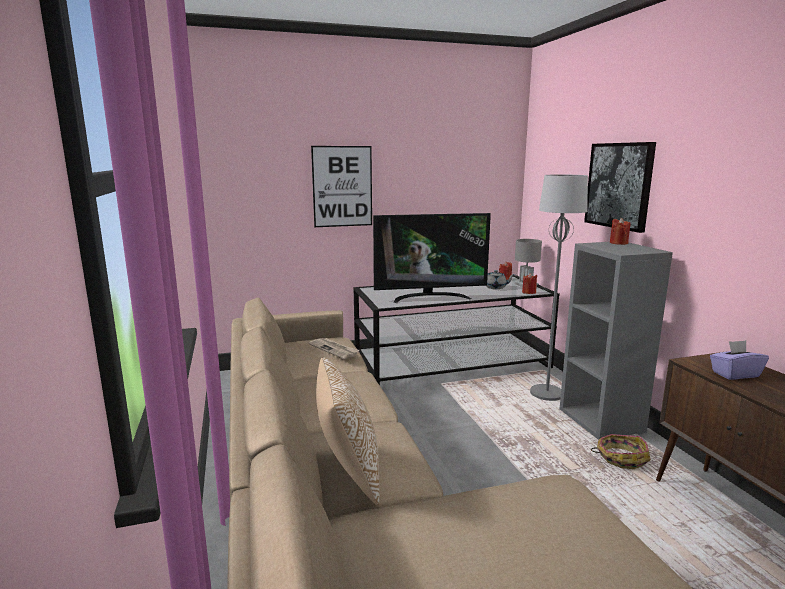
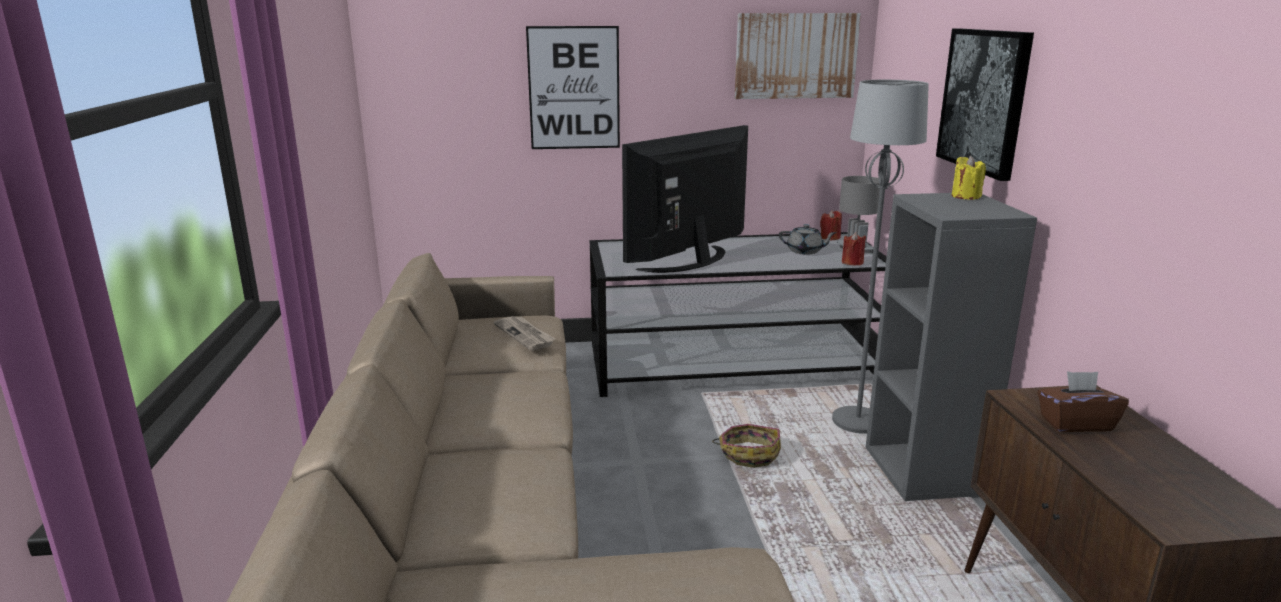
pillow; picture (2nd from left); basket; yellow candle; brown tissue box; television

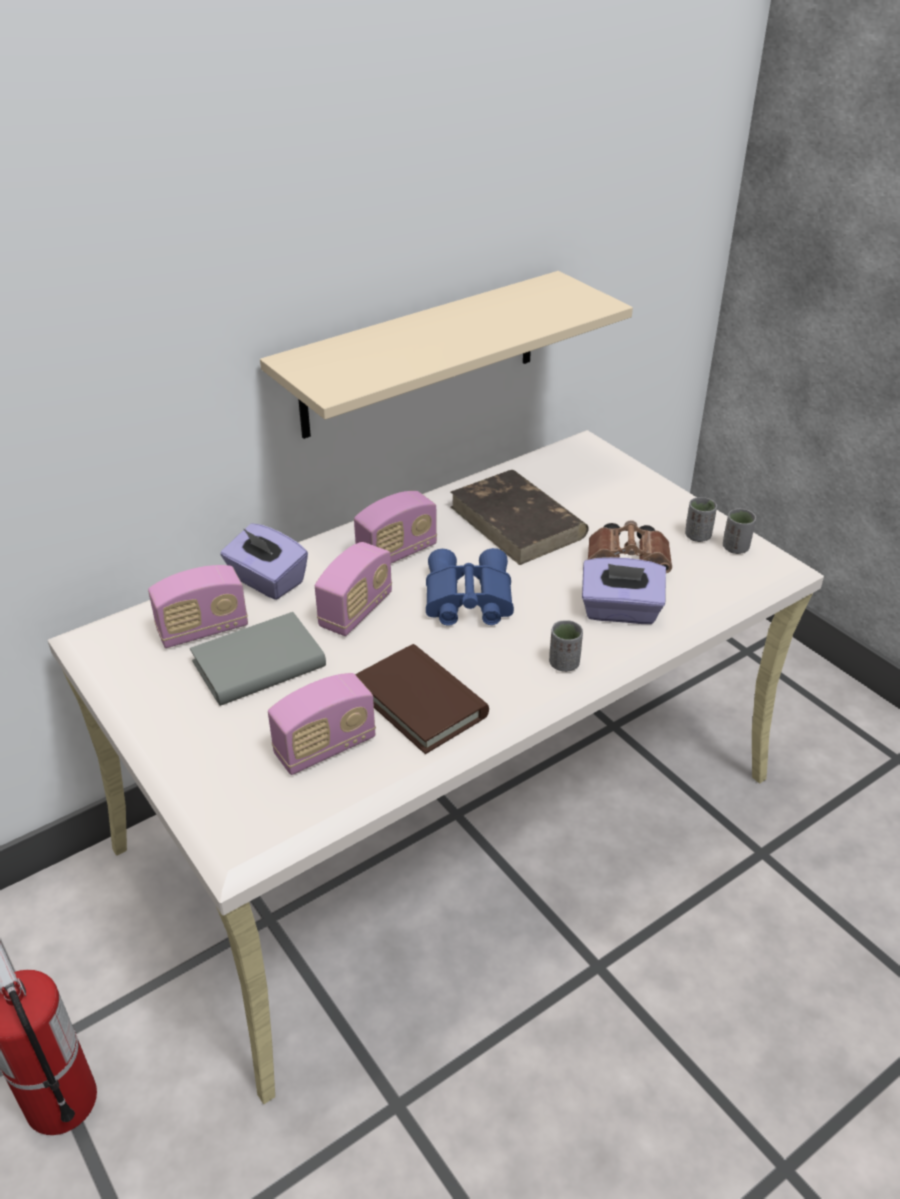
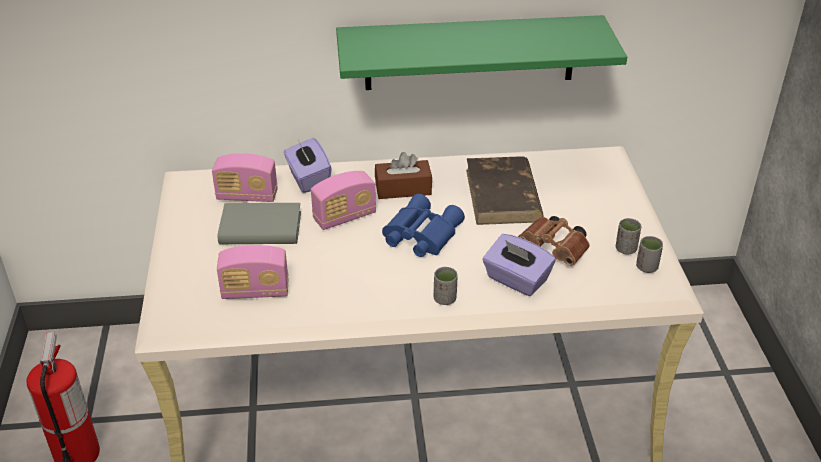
brown book (1st from left in the first image); brown tissue box; green shelf

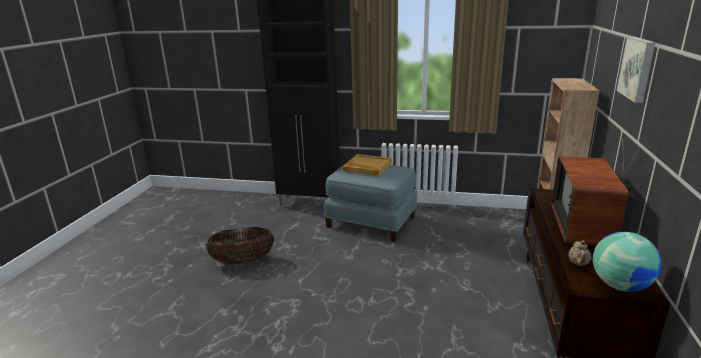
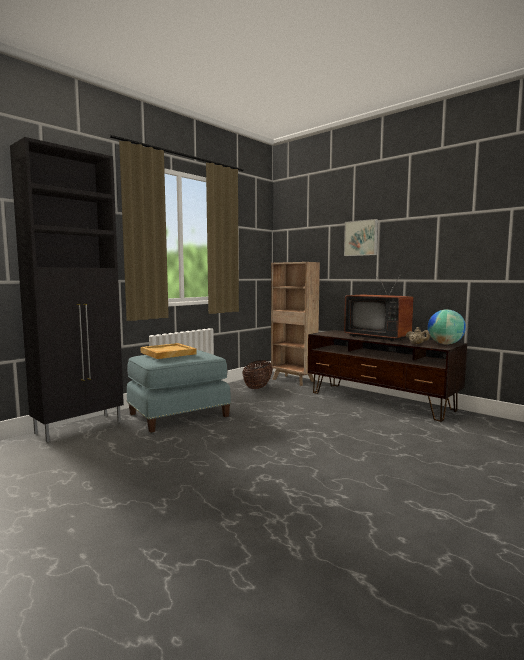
basket

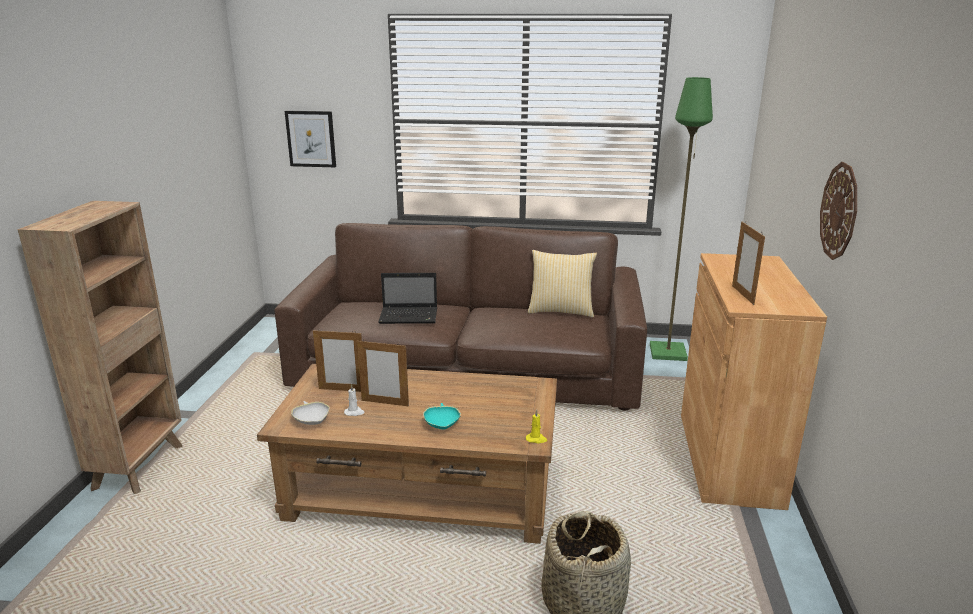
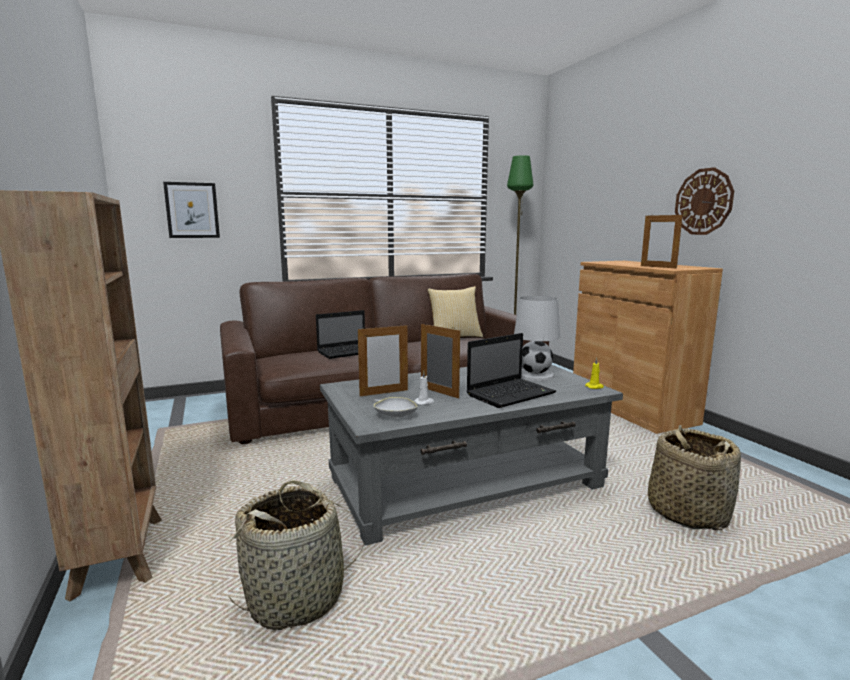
basket (1st from left); white table lamp; laptop (2nd from left); grey coffee table; picture frame (2nd from left)

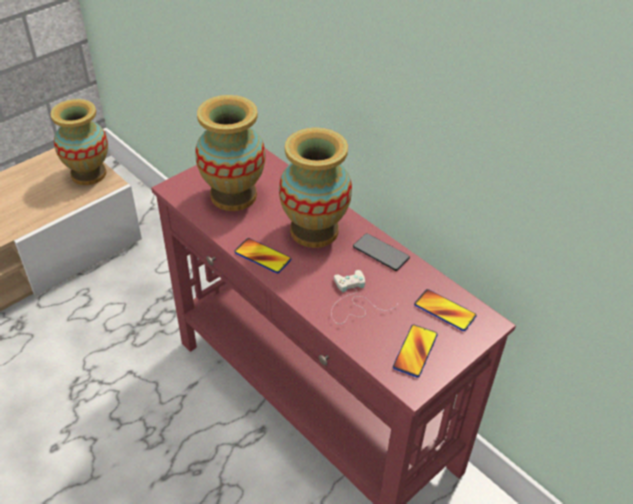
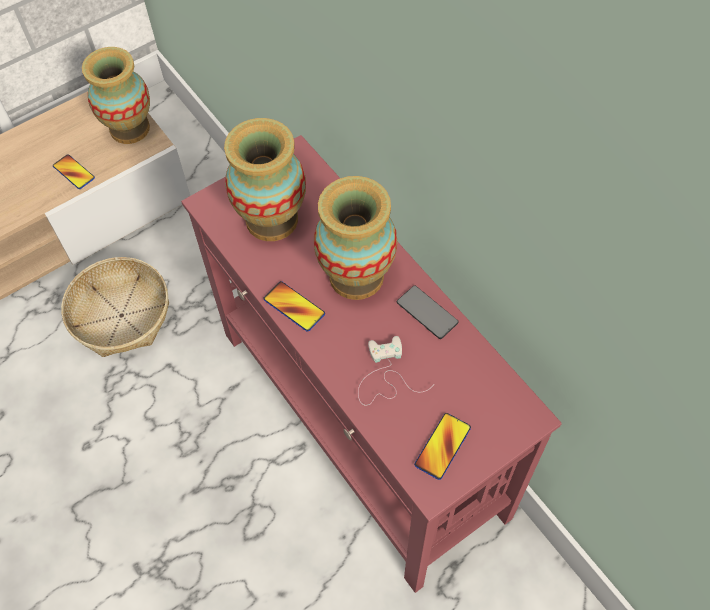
basket; phone (1st from left)

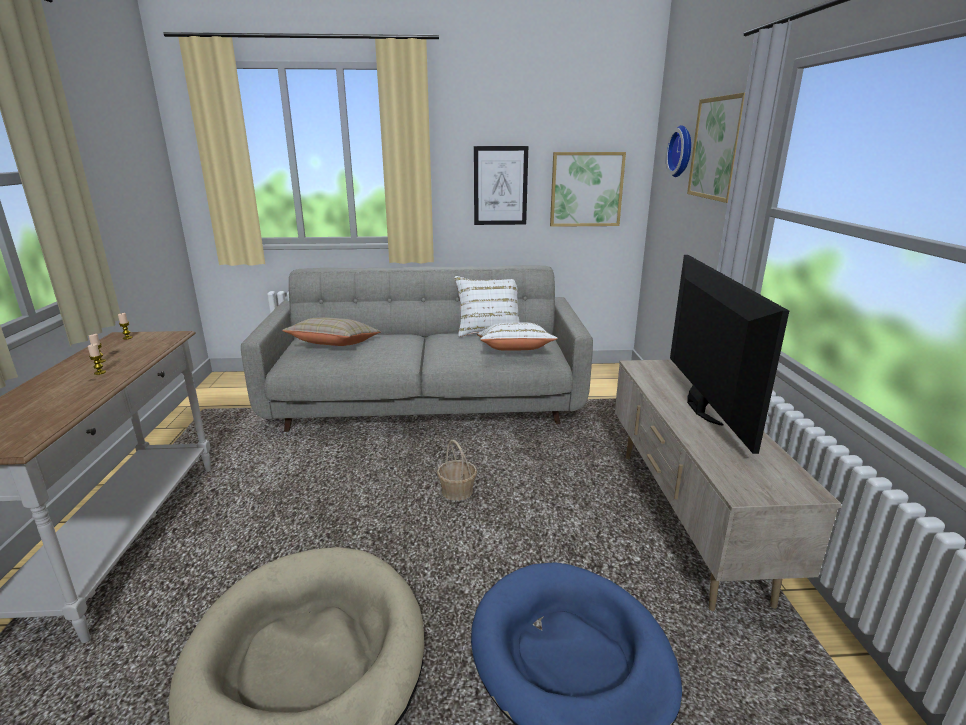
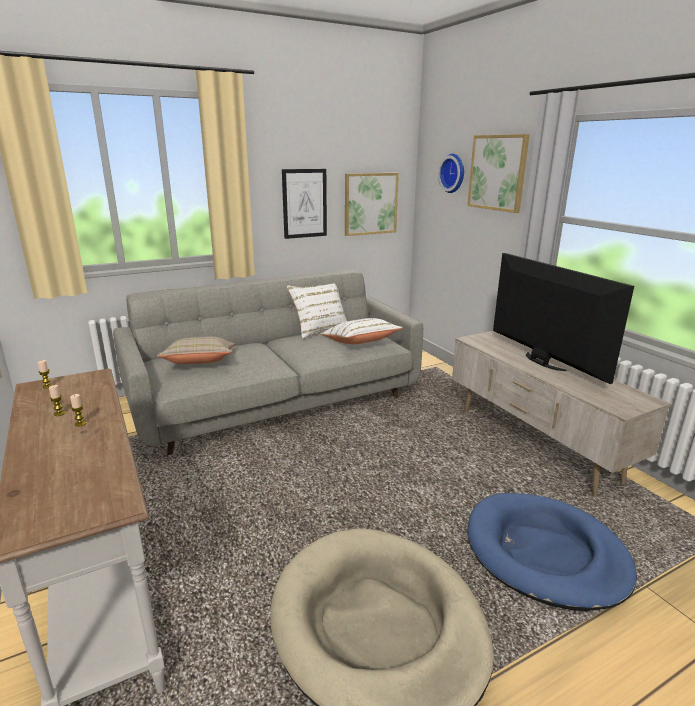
basket

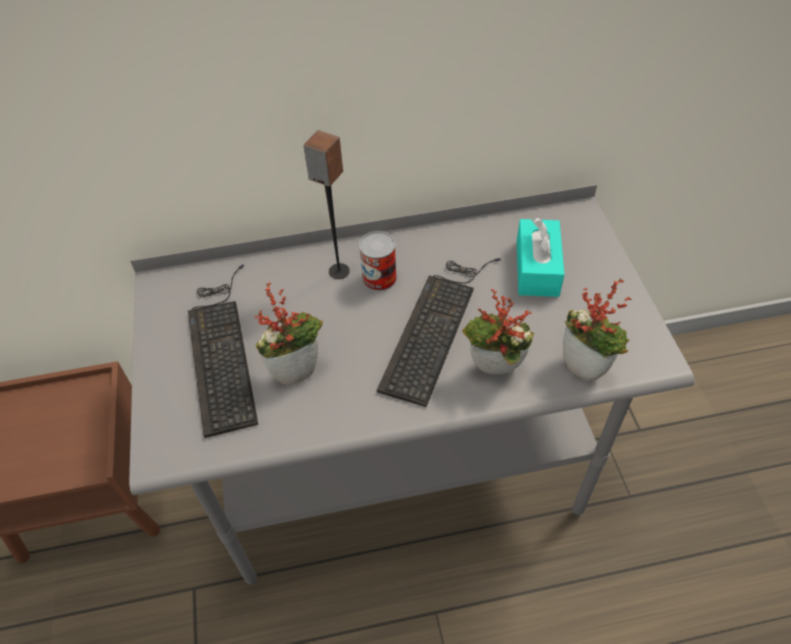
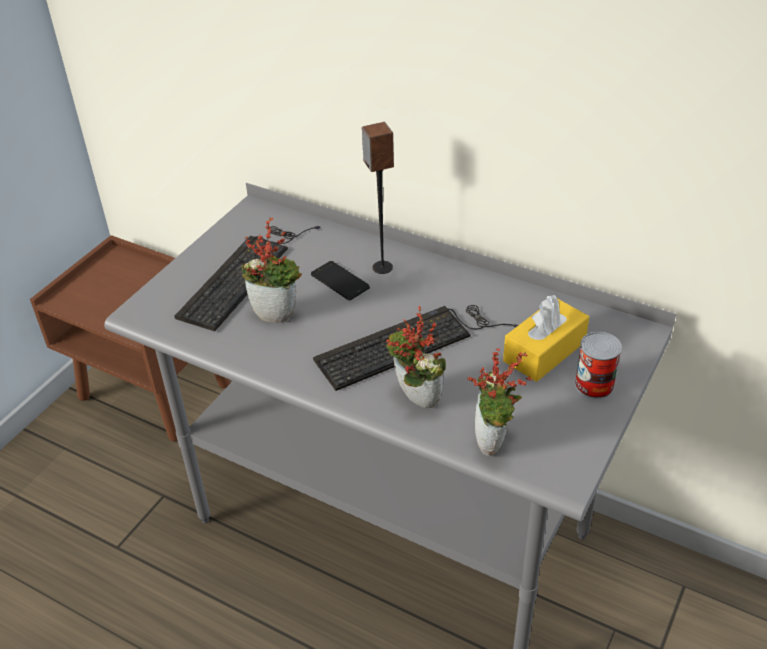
phone; can; yellow tissue box

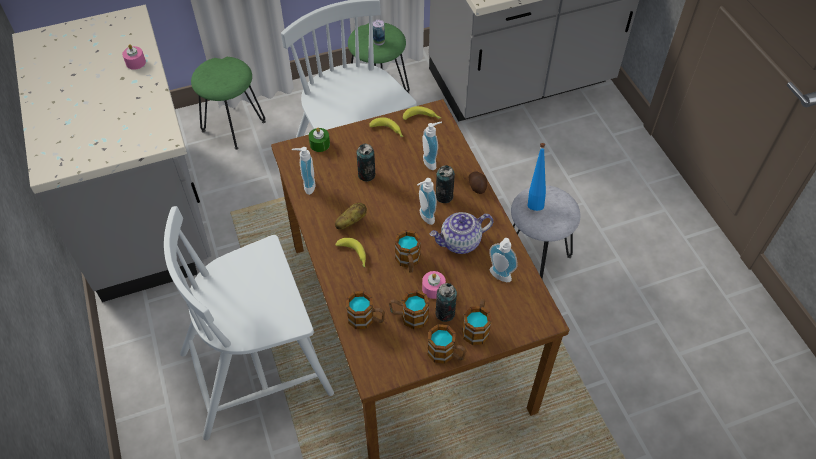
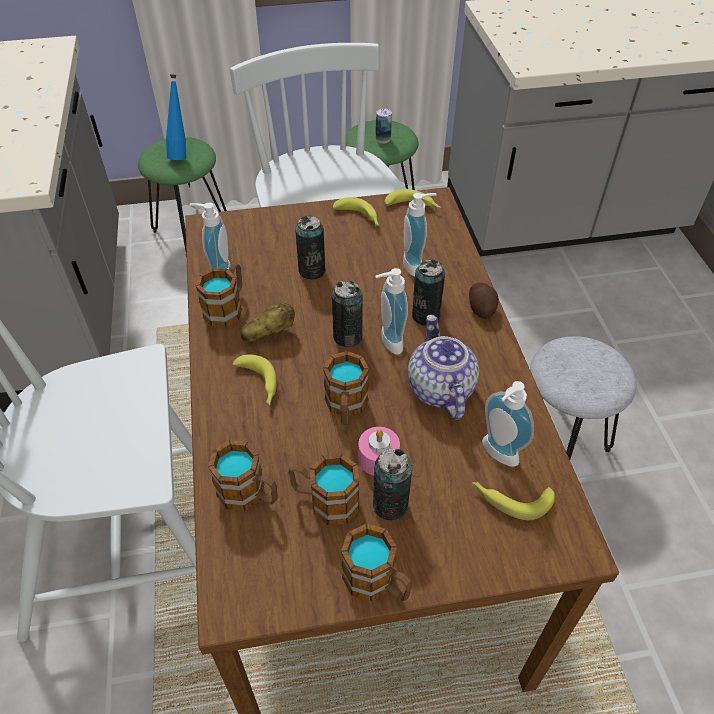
pink candle (1st from left in the first image); green candle; can (2nd from left); banana (4th from left); mug (1st from left); blue bottle; teapot

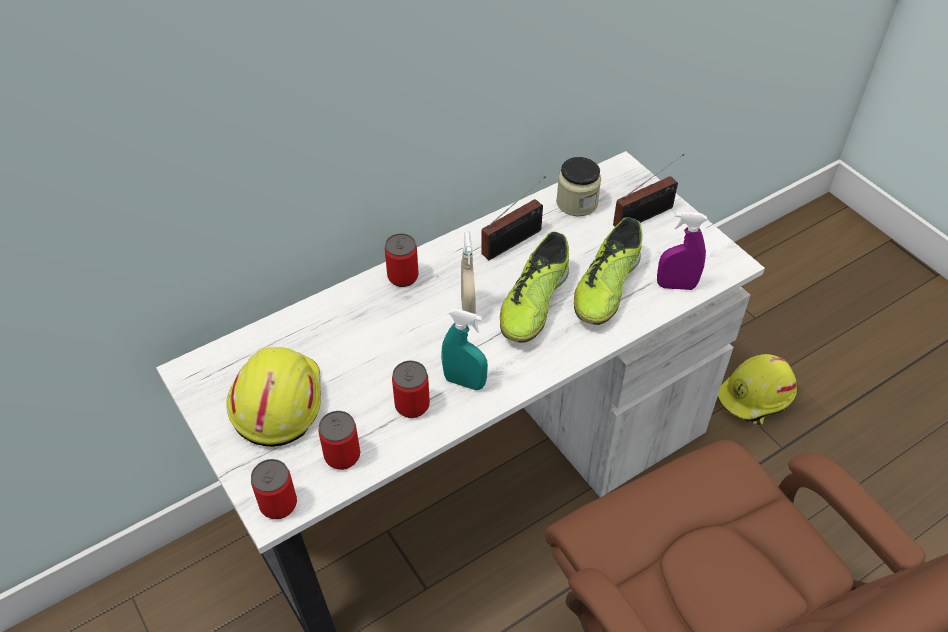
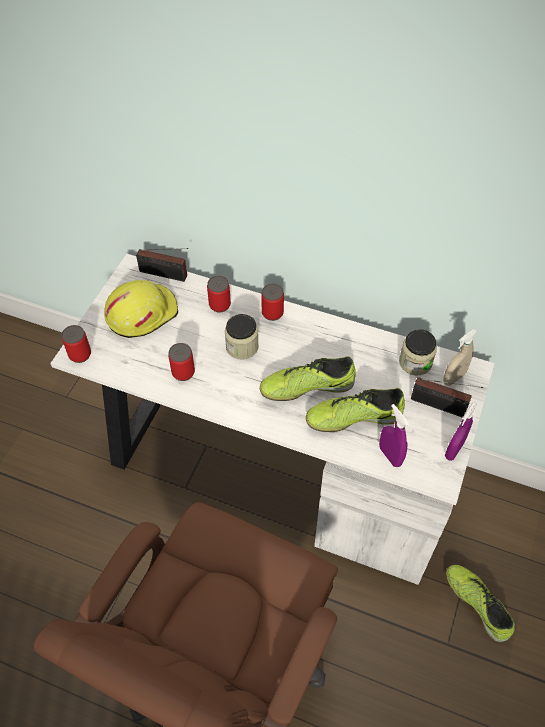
turquoise spray bottle; jar (1st from left); purple spray bottle (2nd from left); can (3rd from left); beige spray bottle; radio (1st from left); shoe (3rd from left)

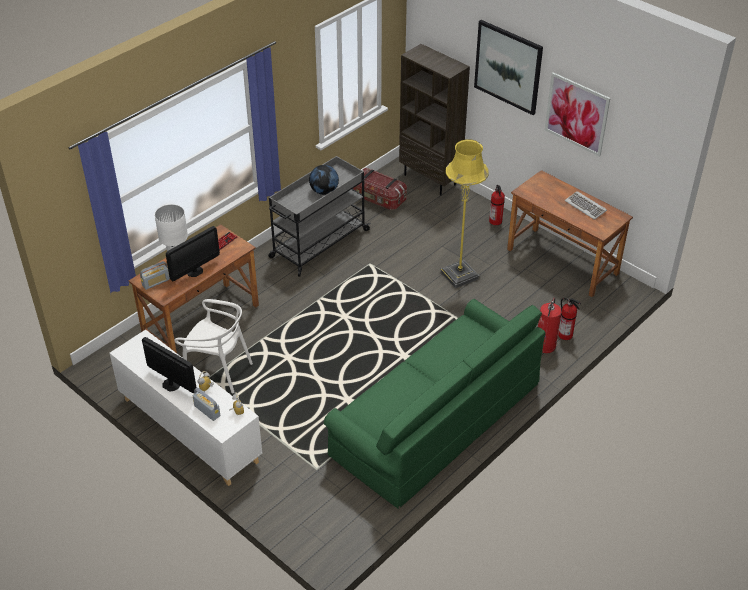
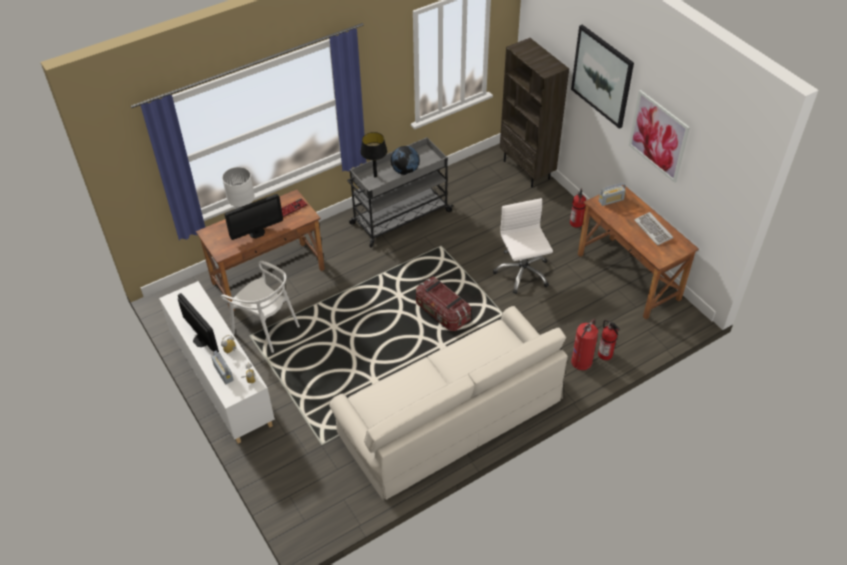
black table lamp; radio (2nd from left); storage box; white office chair; beige sofa

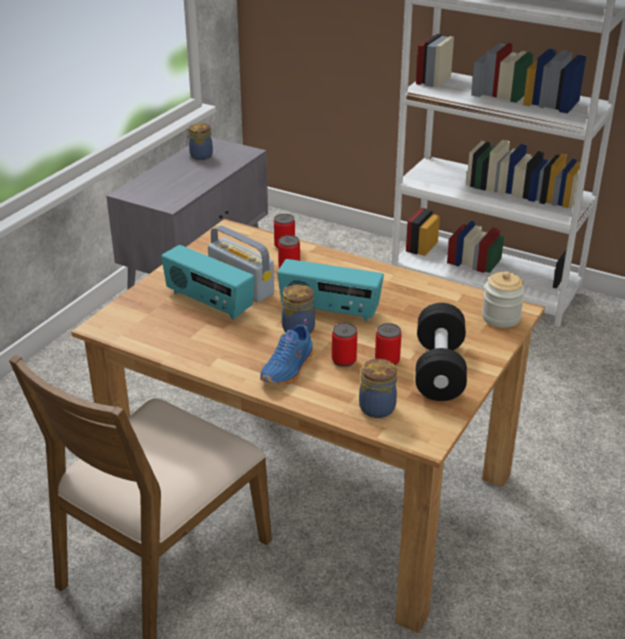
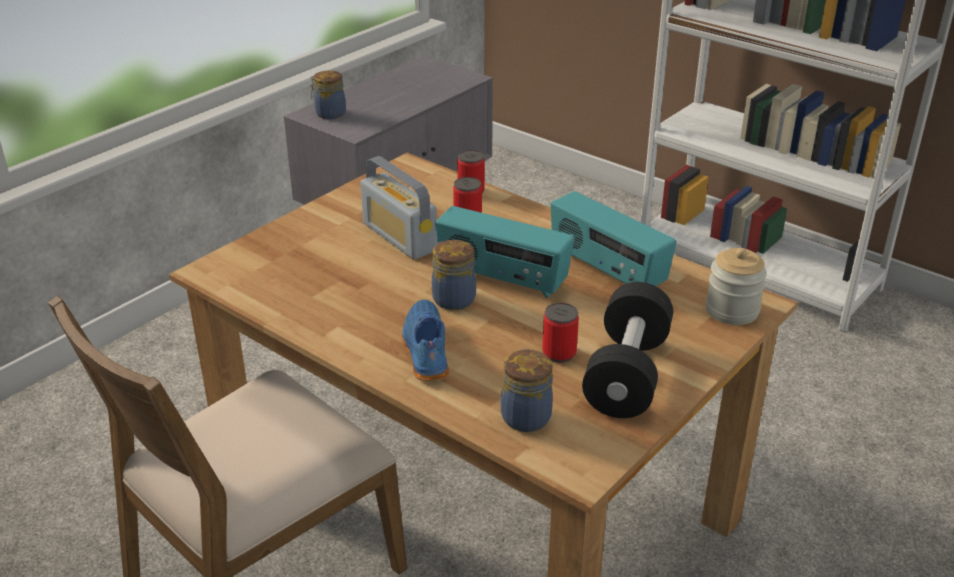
can (3rd from left in the first image); radio (3rd from left); jar (1st from left); blue shoe

